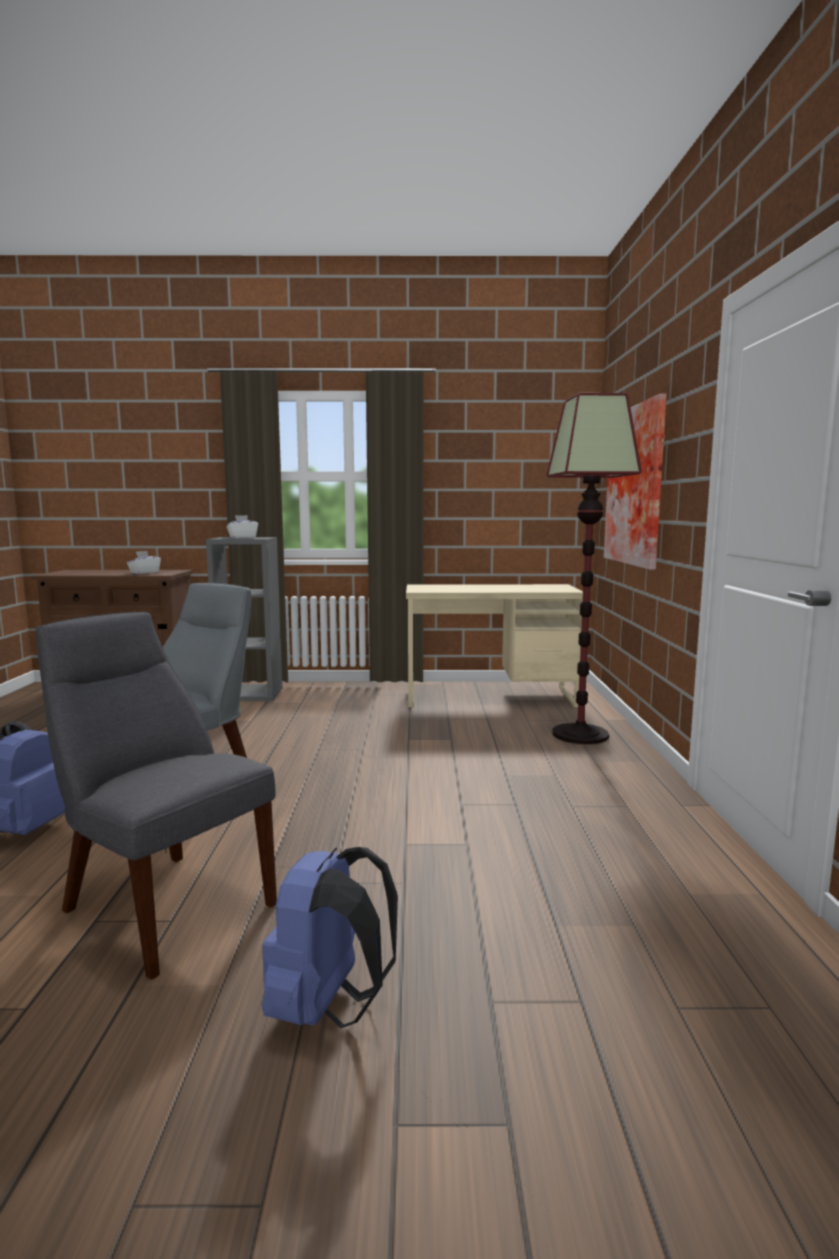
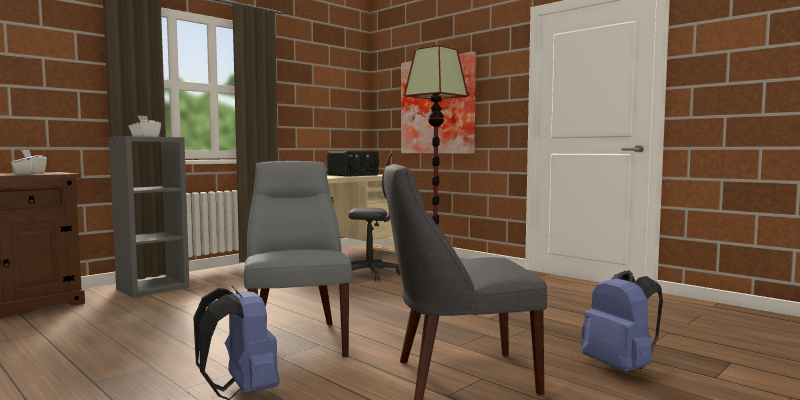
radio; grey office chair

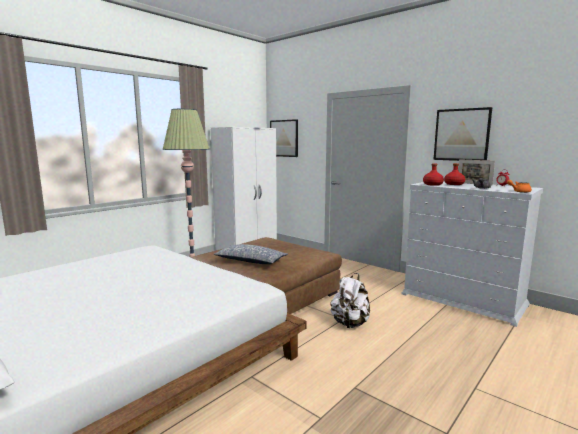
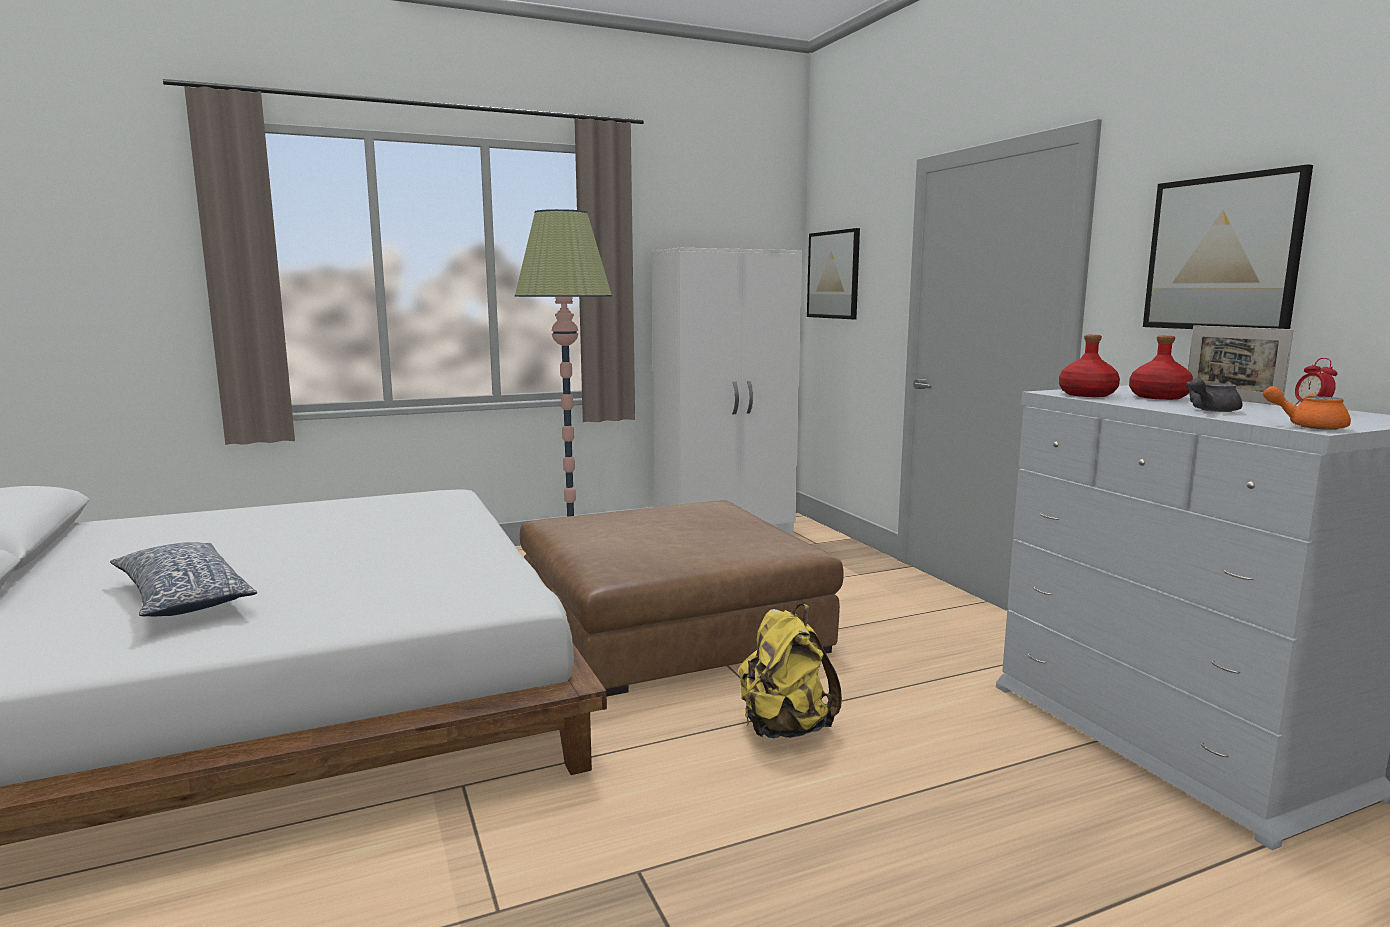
pillow; yellow backpack

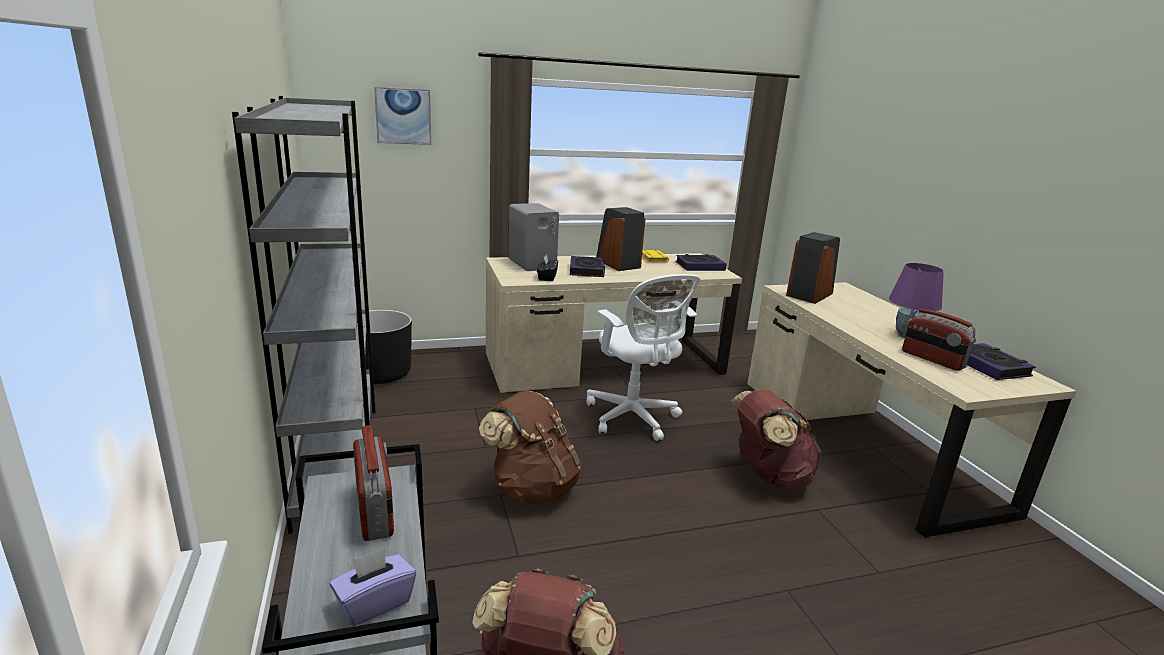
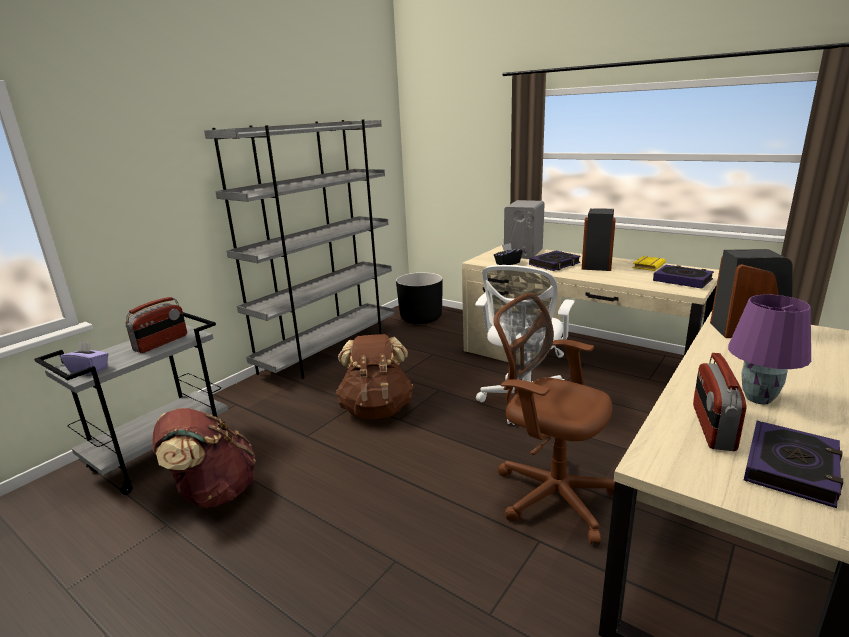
picture; brown office chair

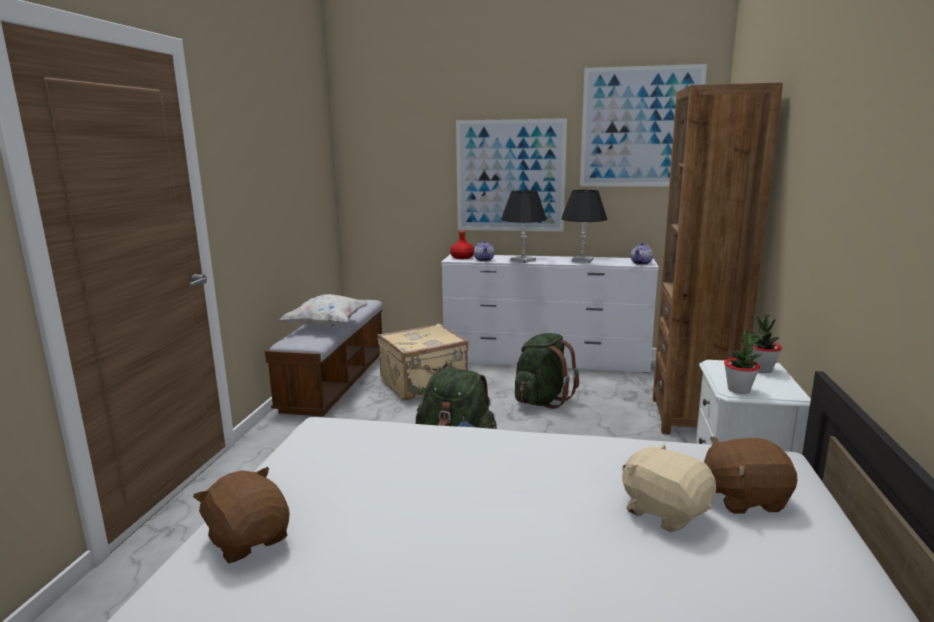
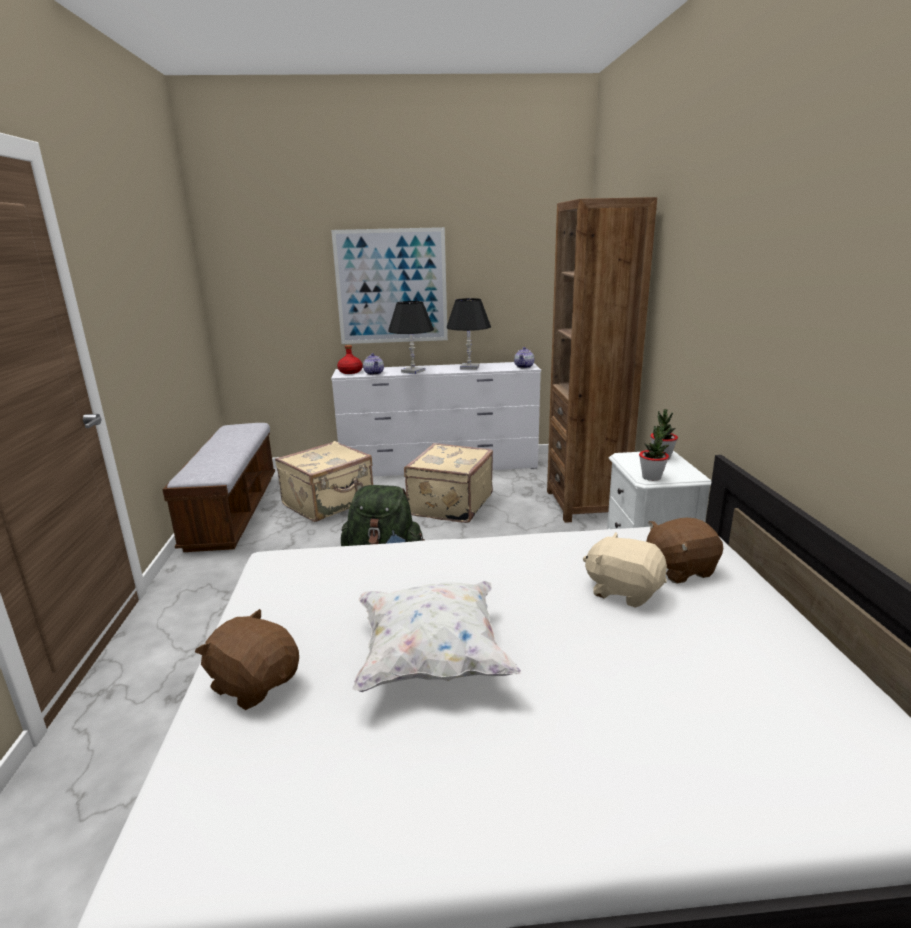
picture (2nd from left in the first image); white pillow; beige suitcase (2nd from left)

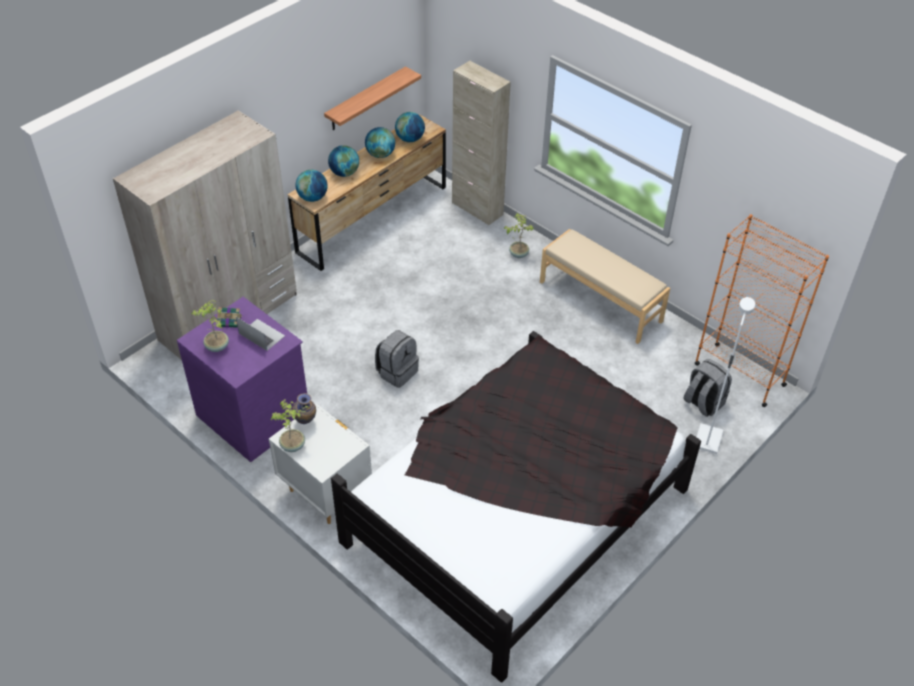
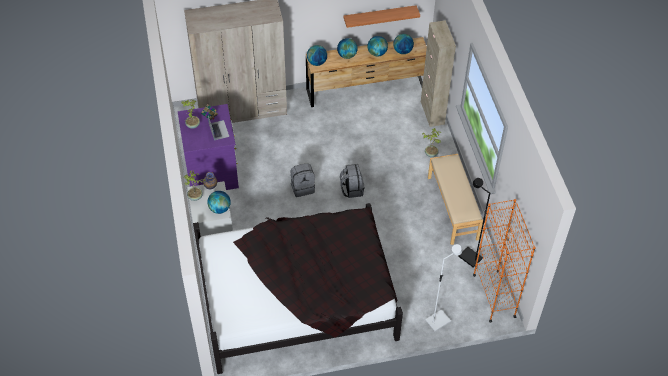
globe (1st from left); black floor lamp; grey backpack (2nd from left)

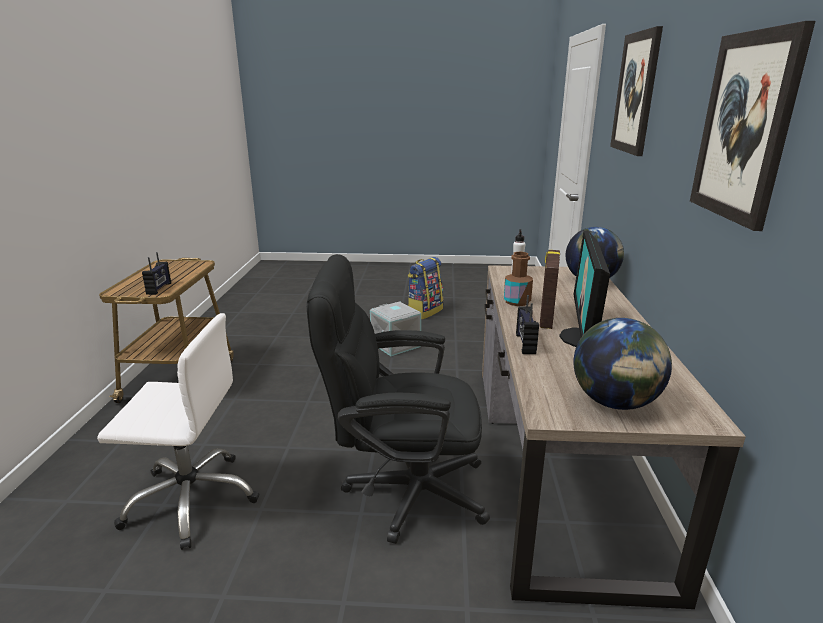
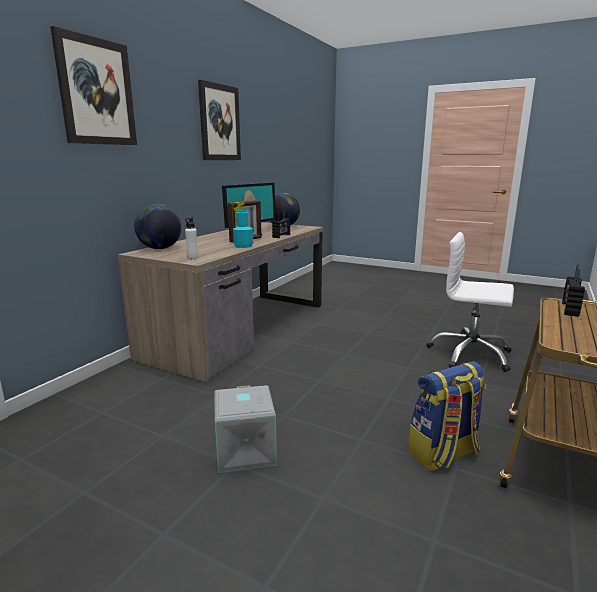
black office chair; backpack; turquoise bottle

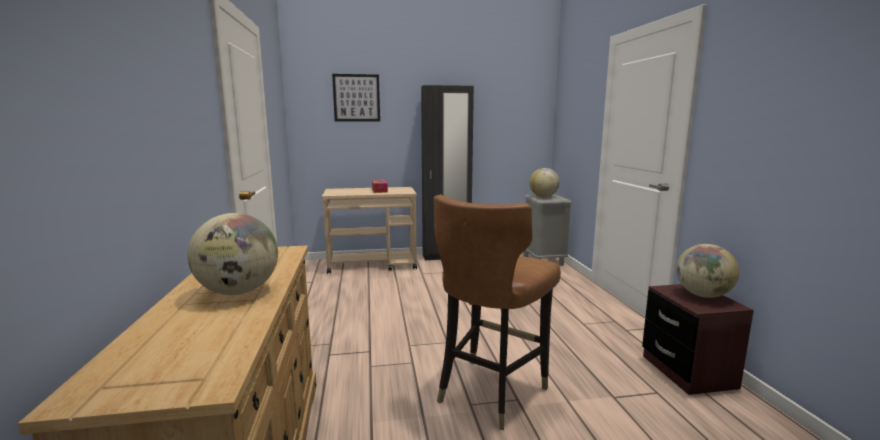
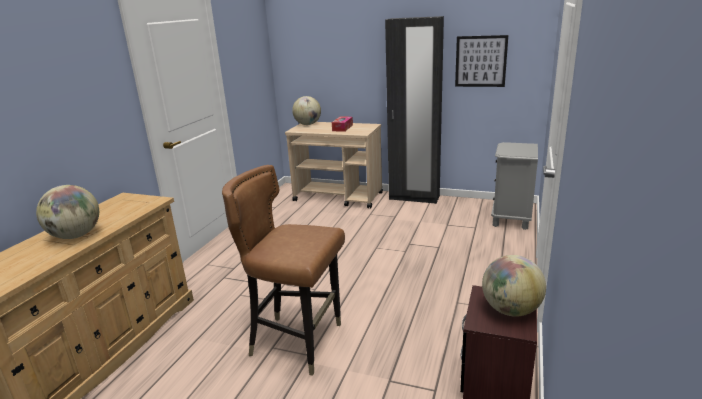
picture; globe (2nd from left); brown chair

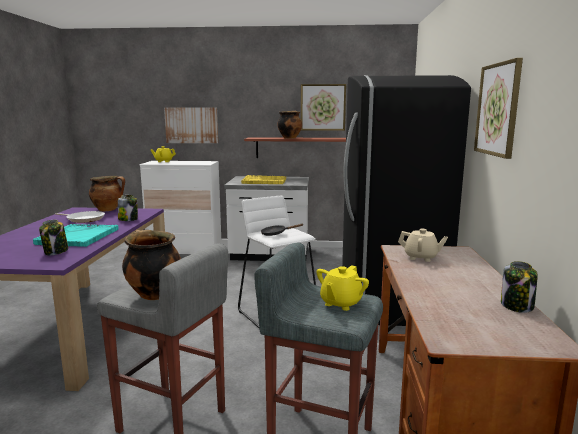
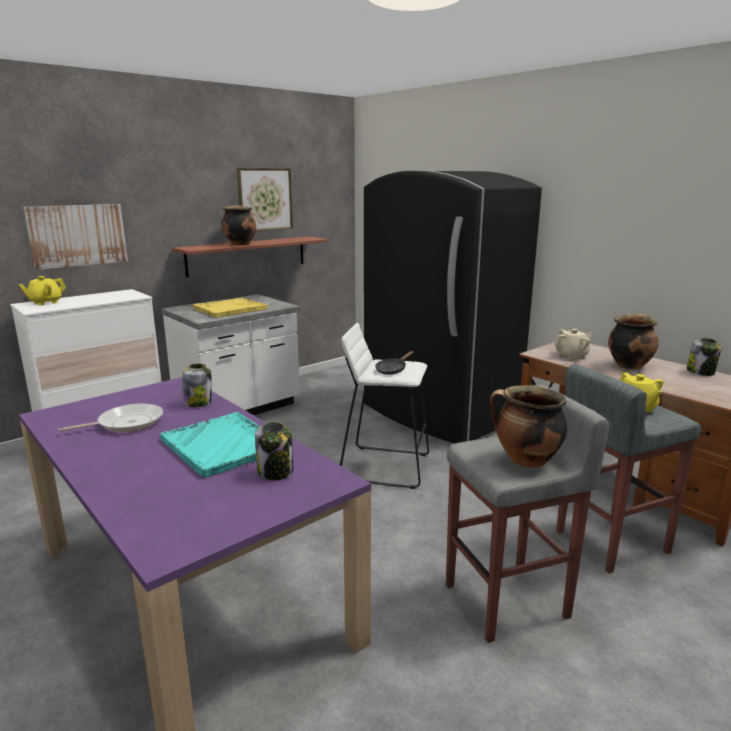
picture (3rd from left in the first image); cooking pot (3rd from left)

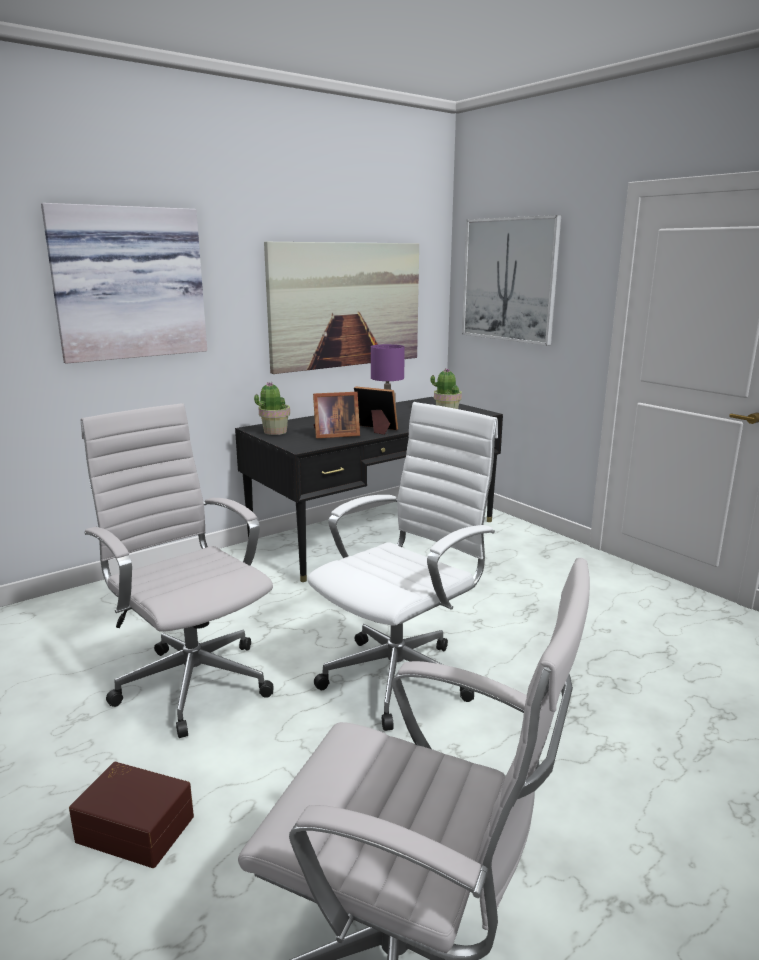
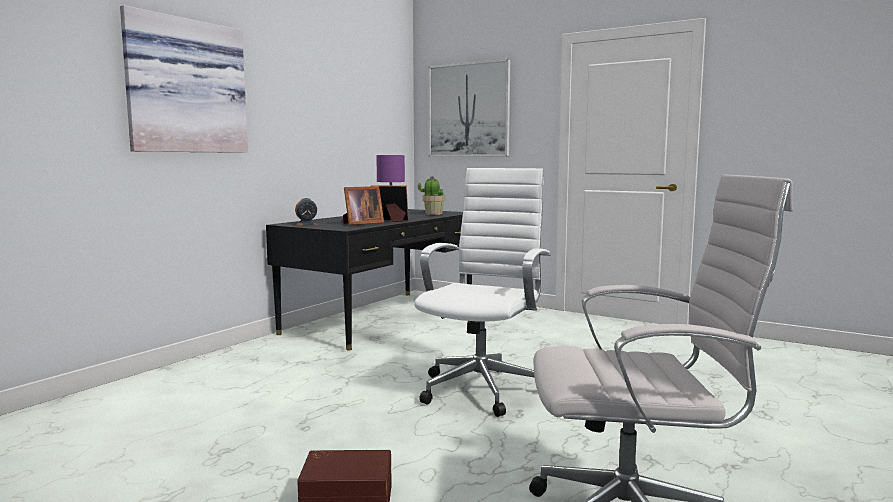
white office chair (1st from left in the first image); picture (2nd from left in the first image); alarm clock

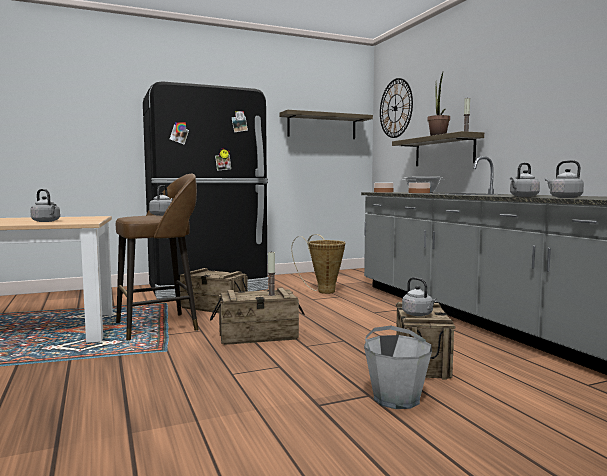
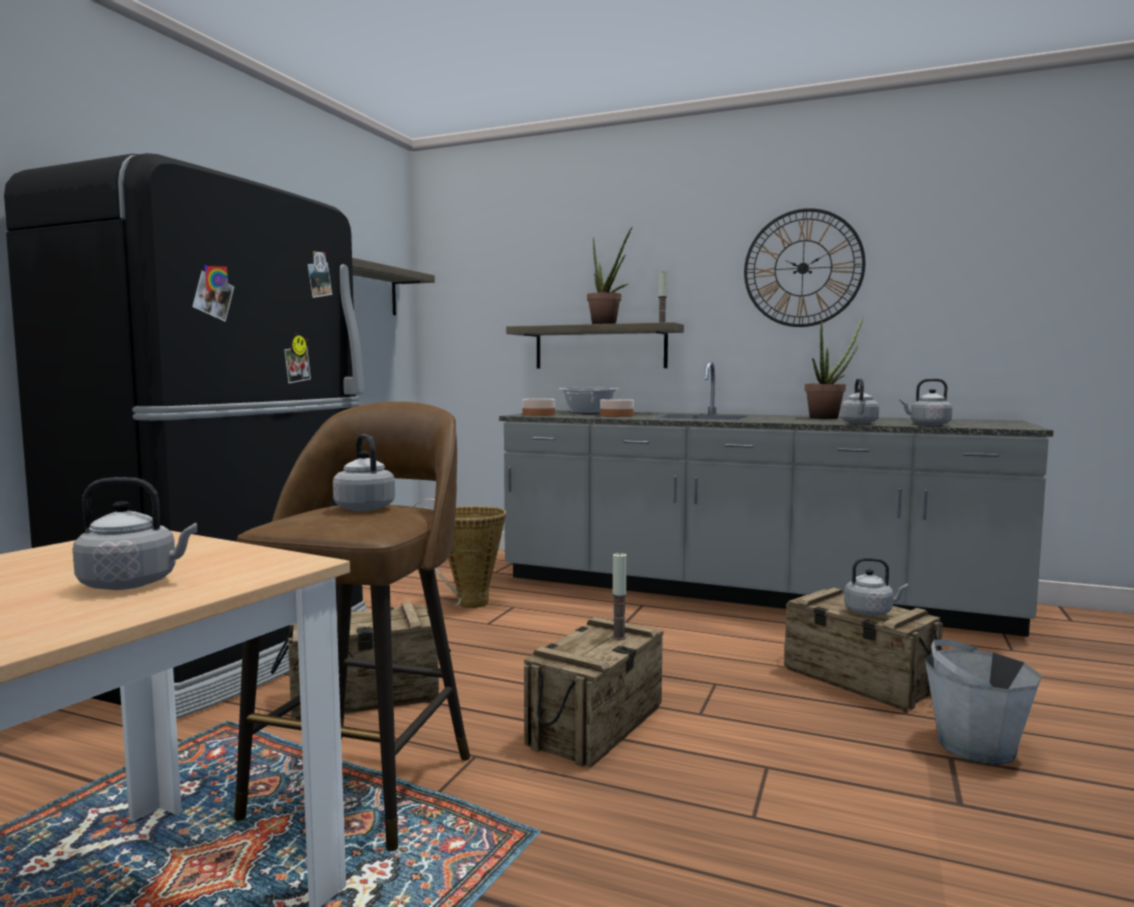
potted plant (2nd from left); wall clock

